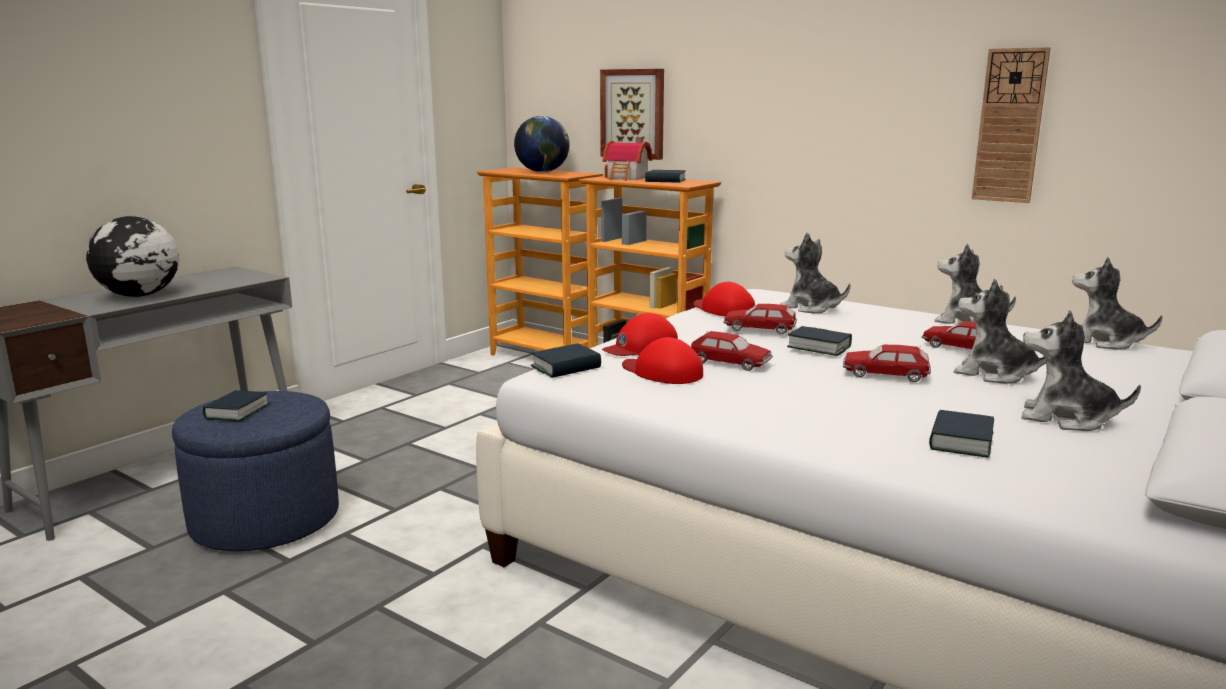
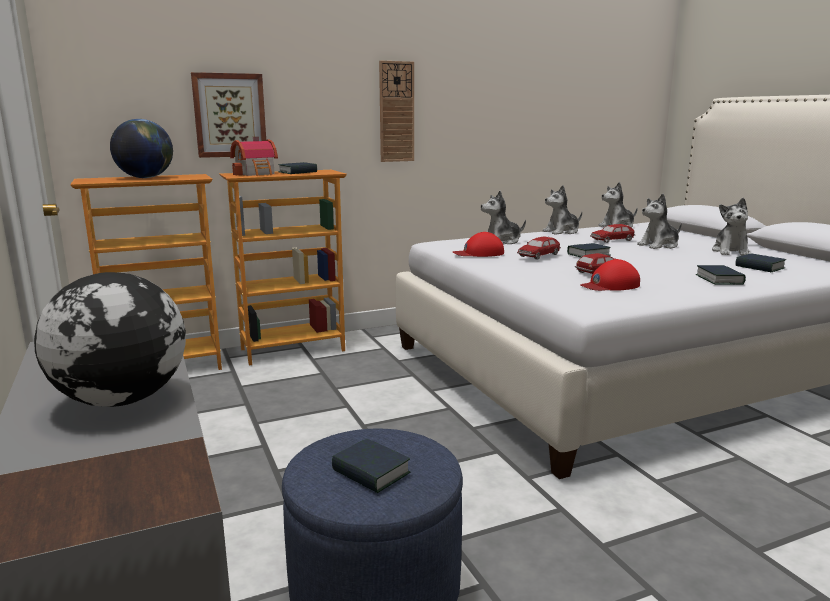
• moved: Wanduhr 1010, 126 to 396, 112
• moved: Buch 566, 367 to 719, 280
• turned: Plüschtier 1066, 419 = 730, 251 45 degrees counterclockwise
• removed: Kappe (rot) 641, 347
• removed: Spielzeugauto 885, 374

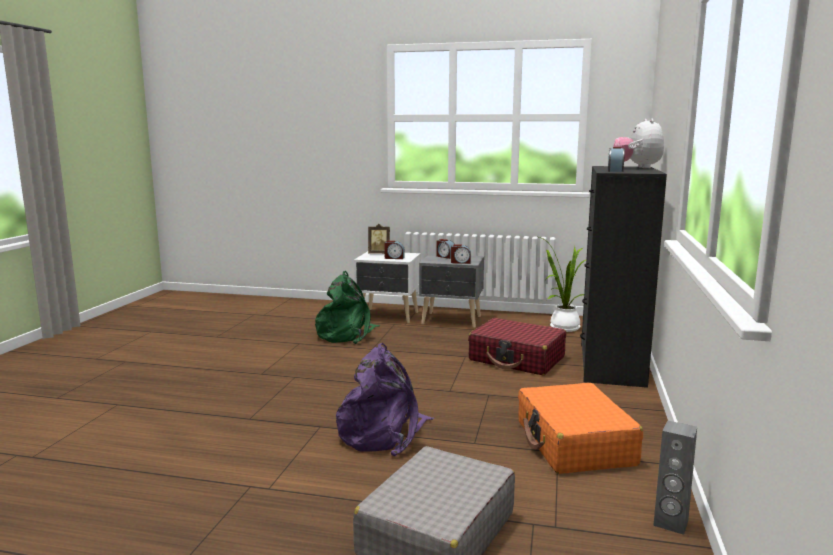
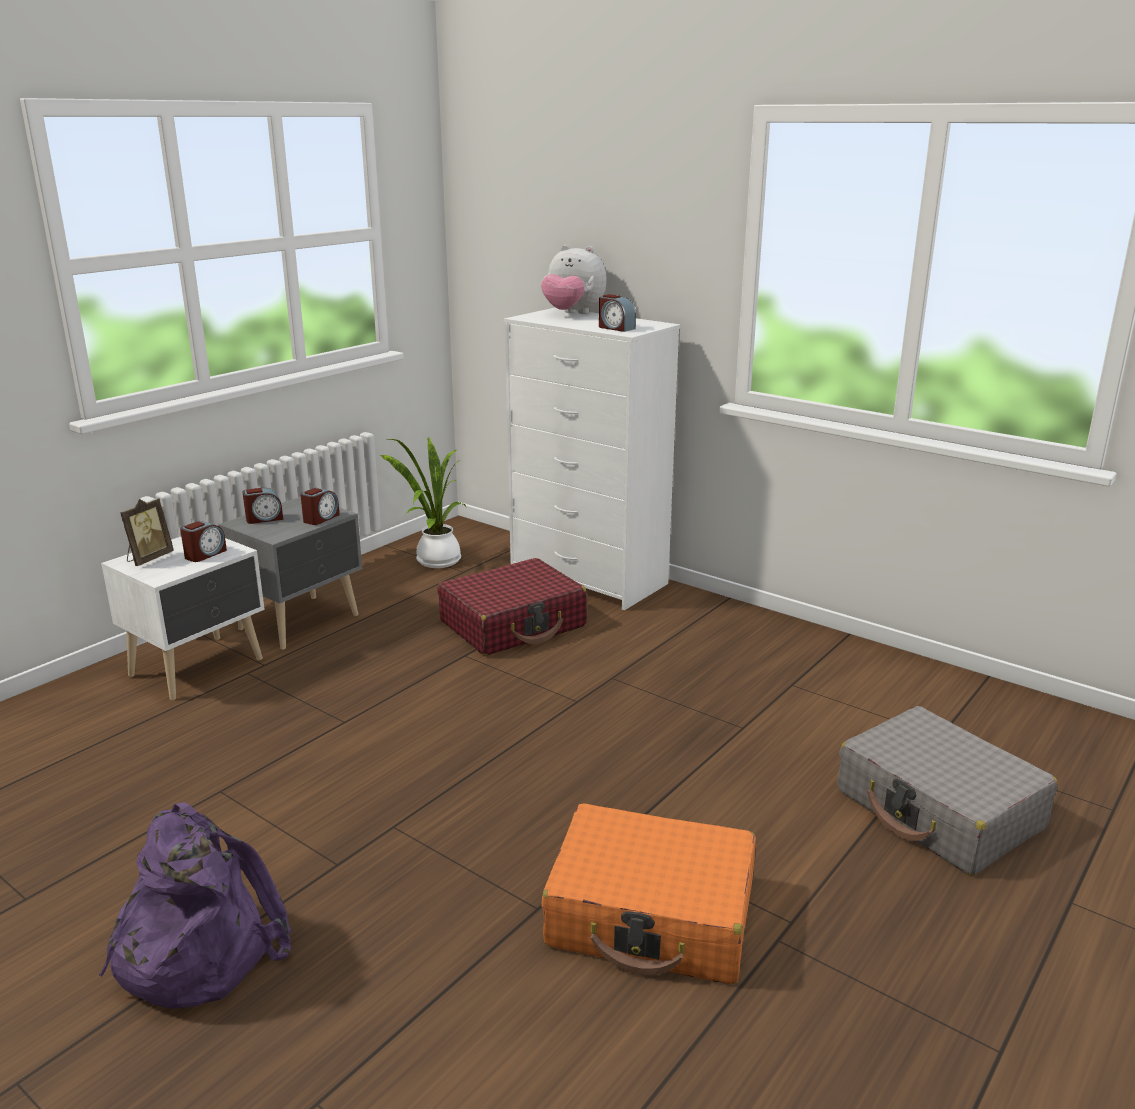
• moved: Rucksack (lila) 383, 433 to 198, 948
• recoloured: Kommode (schwarz) 611, 365 to Kommode (weiß) 589, 578
• moved: Koffer (orange) 574, 443 to 652, 916
• removed: Rucksack (grün) 346, 334
• removed: Lautsprecher (grau) 670, 523

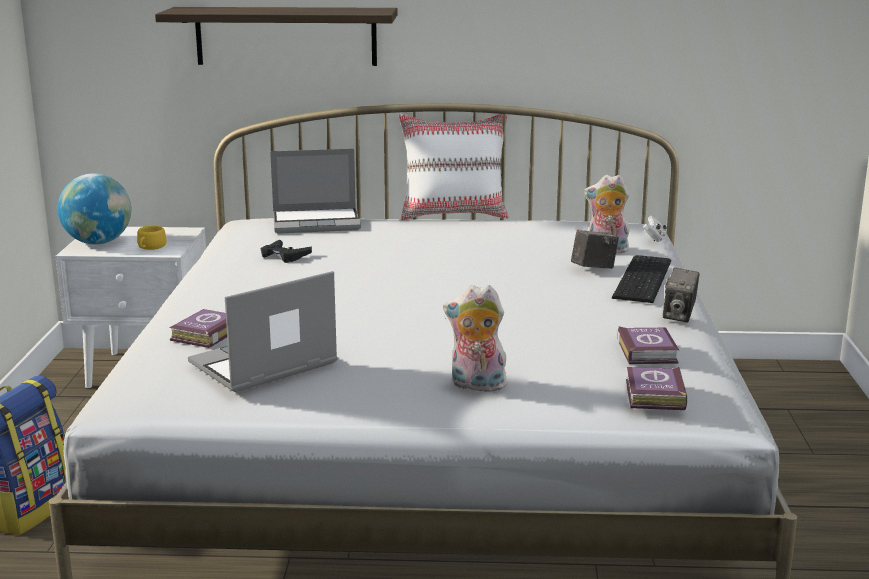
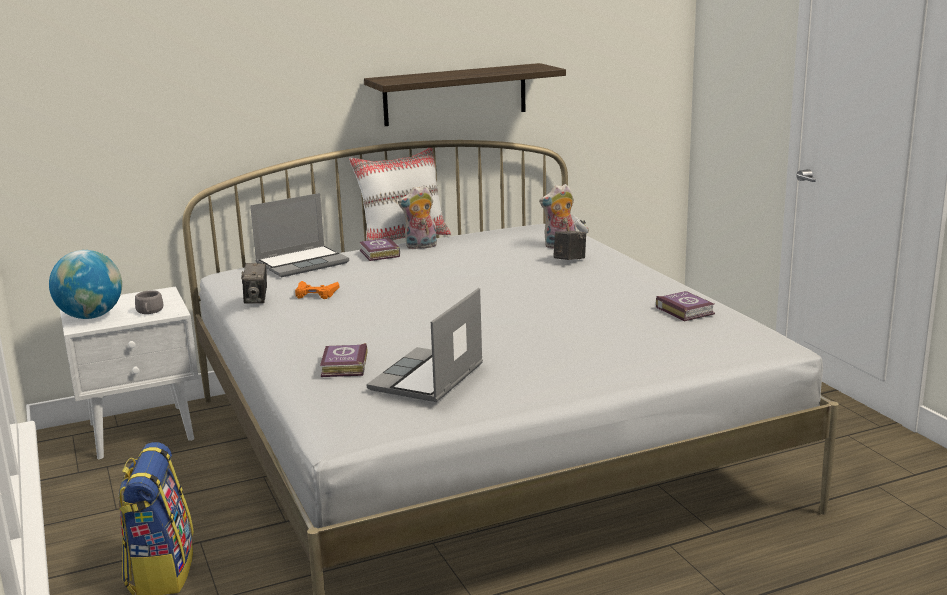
• recoloured: Tasse (gelb) 150, 247 to Tasse (grau) 149, 311
• moved: Kamera 679, 316 to 256, 300
• recoloured: Gamepad (schwarz) 284, 256 to Gamepad (orange) 316, 294
• moved: Buch 653, 395 to 379, 254
• moved: Wandregal 286, 36 to 455, 94
• moved: Plüschtier 476, 386 to 420, 246
• removed: Tastatur 645, 279

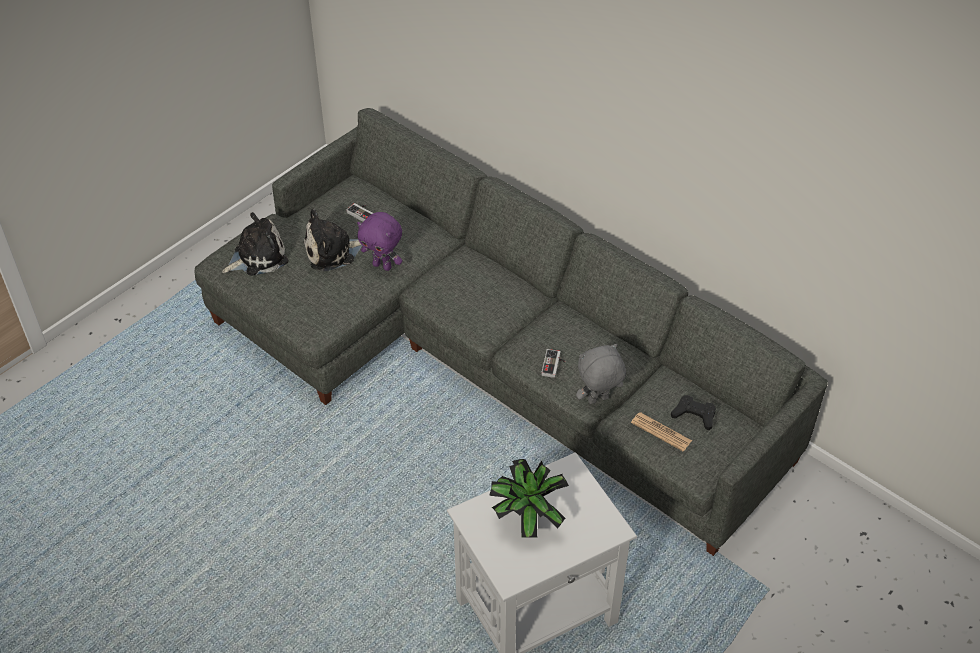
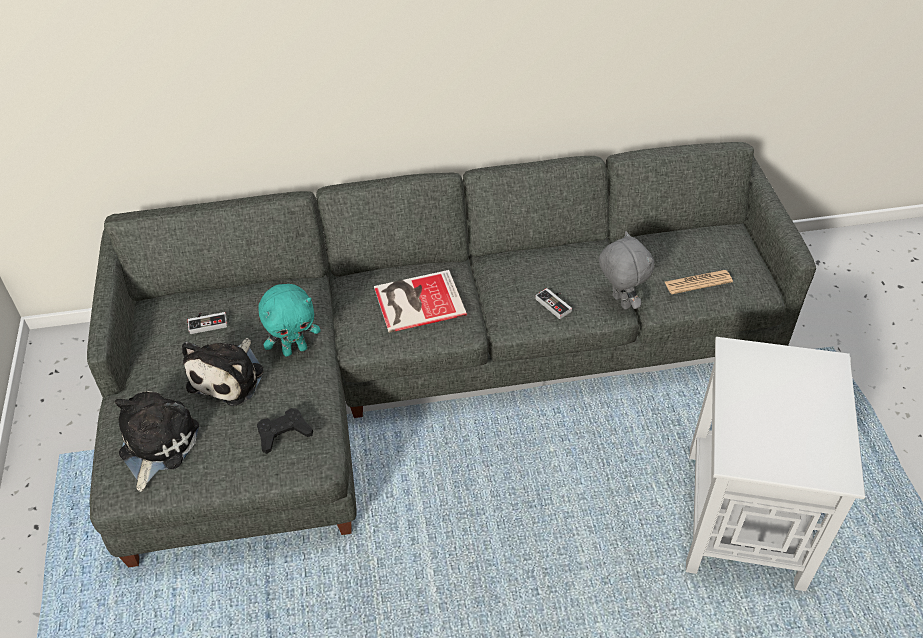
• moved: Gamepad (schwarz) 694, 415 to 283, 433
• recoloured: Plüschtier (lila) 383, 266 to Plüschtier (türkis) 295, 349
• added: Buch 416, 300
• turned: Plüschtier (grau) 598, 400 = 619, 302 135 degrees clockwise
• removed: Topfpflanze 526, 521

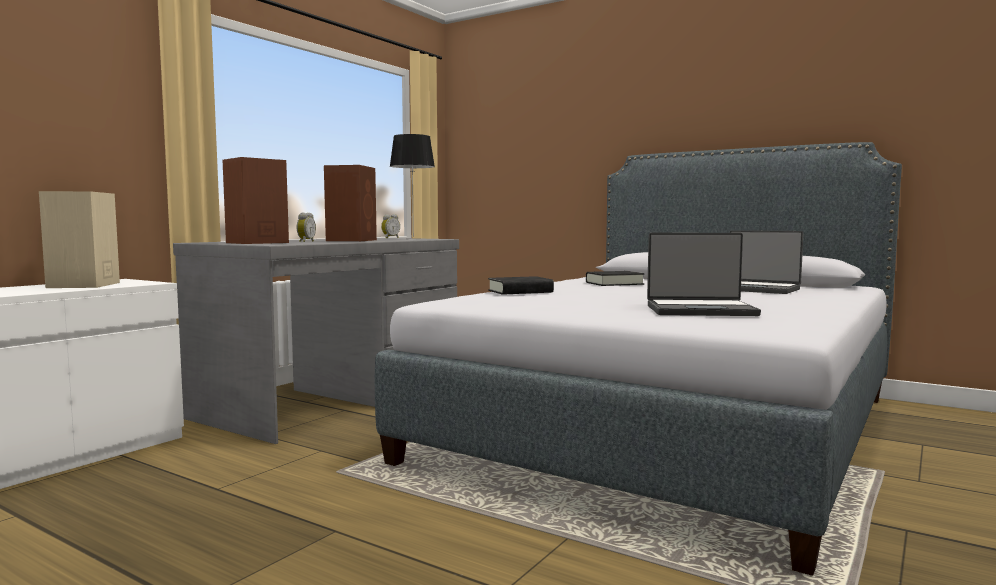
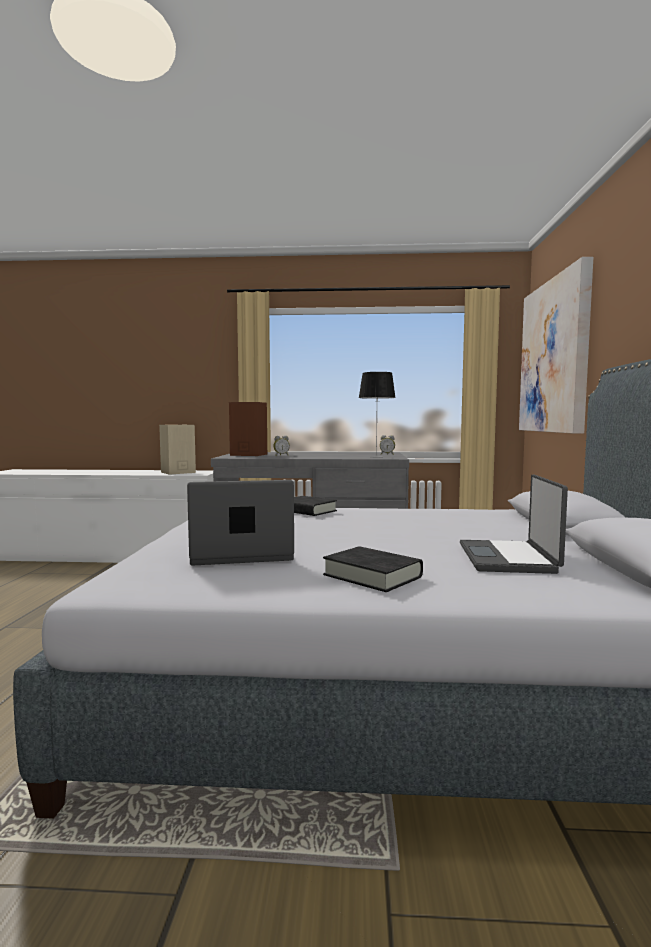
• turned: Laptop 700, 310 = 241, 554 105 degrees clockwise
• moved: Buch (schwarz) 614, 283 to 372, 576
• added: Bild 555, 357
• removed: Lautsprecher (braun) 352, 240

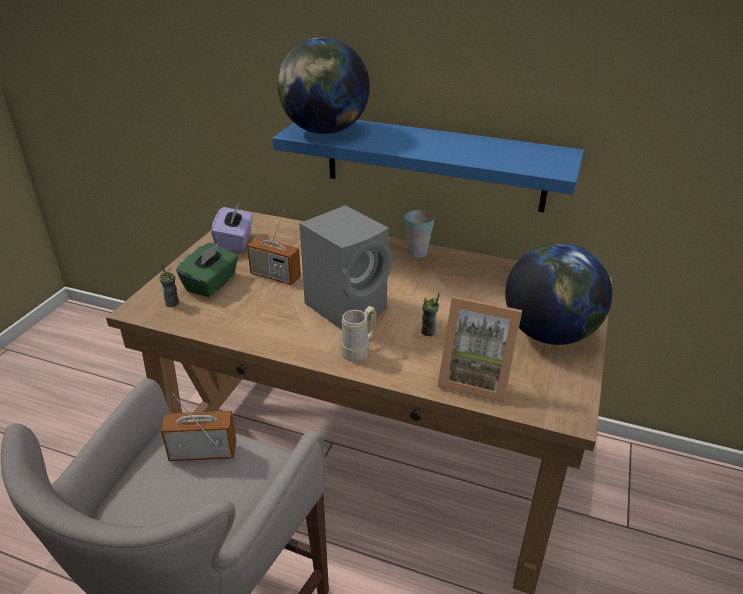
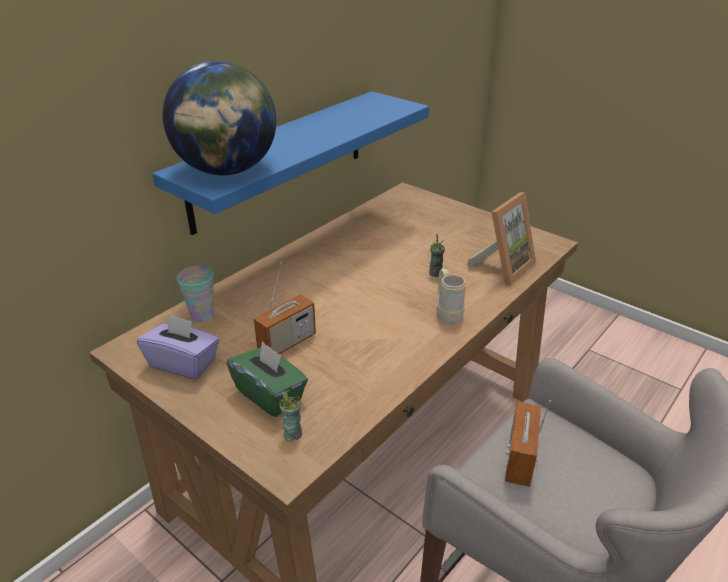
• moved: Tasse 417, 253 to 202, 315
• removed: Lautsprecher (grau) 348, 306
• removed: Globus 549, 333

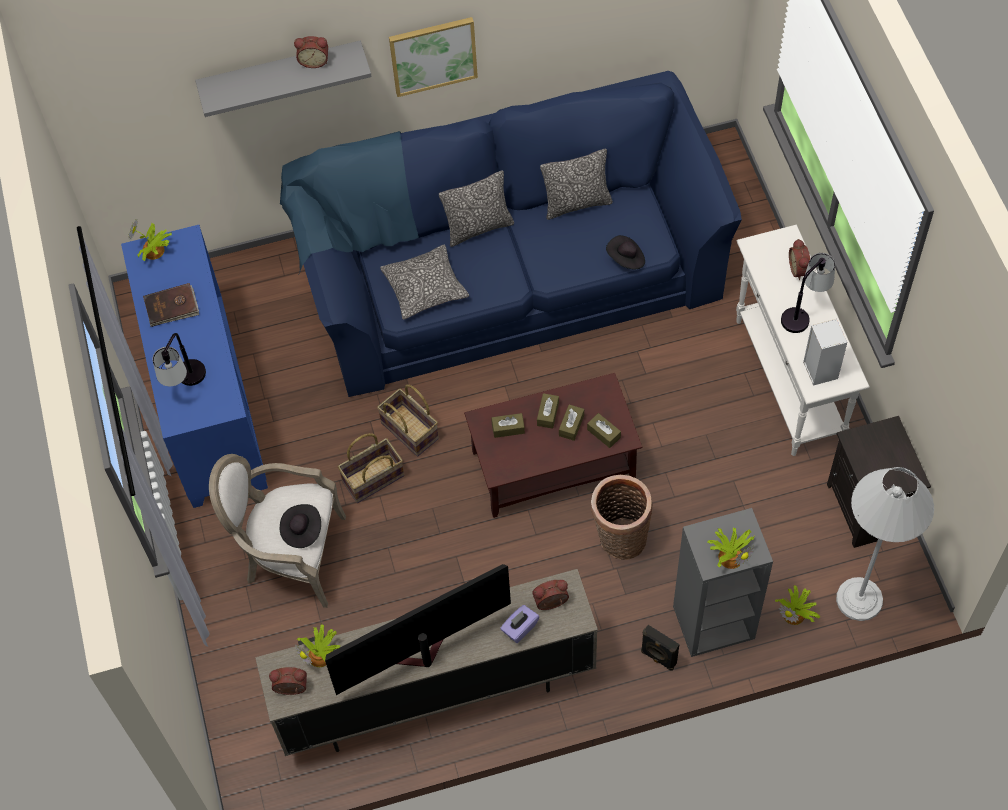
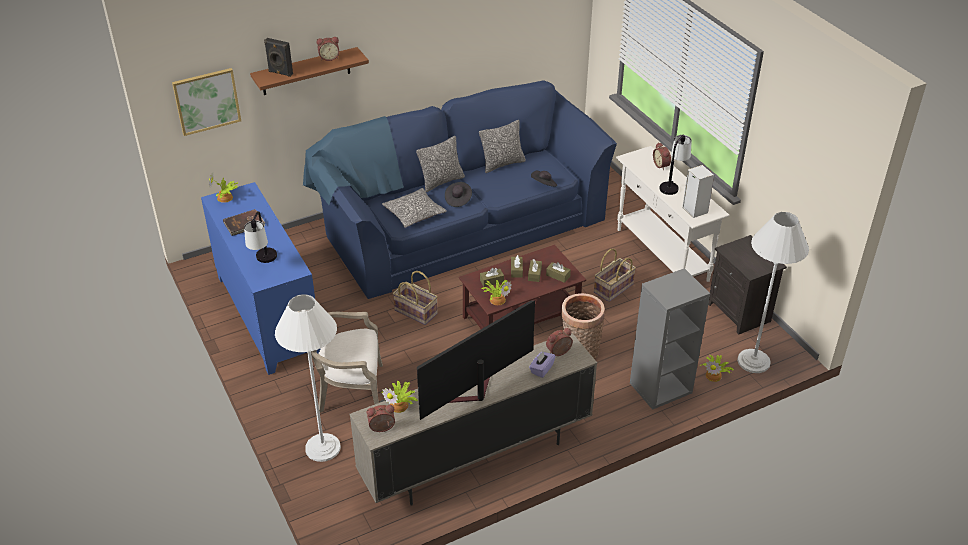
• moved: Bild 433, 55 to 206, 101
• recoloured: Wandregal (grau) 281, 73 to Wandregal (braun) 306, 71
• moved: Lautsprecher (schwarz) 658, 658 to 280, 73
• added: Stehlampe (weiß) 322, 448
• moved: Hut (schwarz) 301, 530 to 458, 199
• moved: Topfpflanze 730, 555 to 497, 299
• moved: Korb 373, 479 to 613, 289

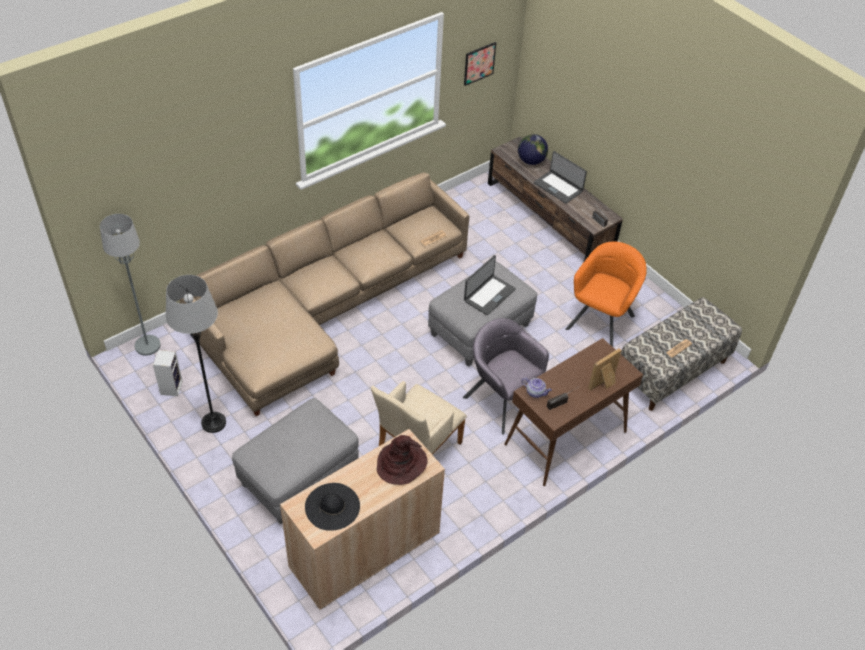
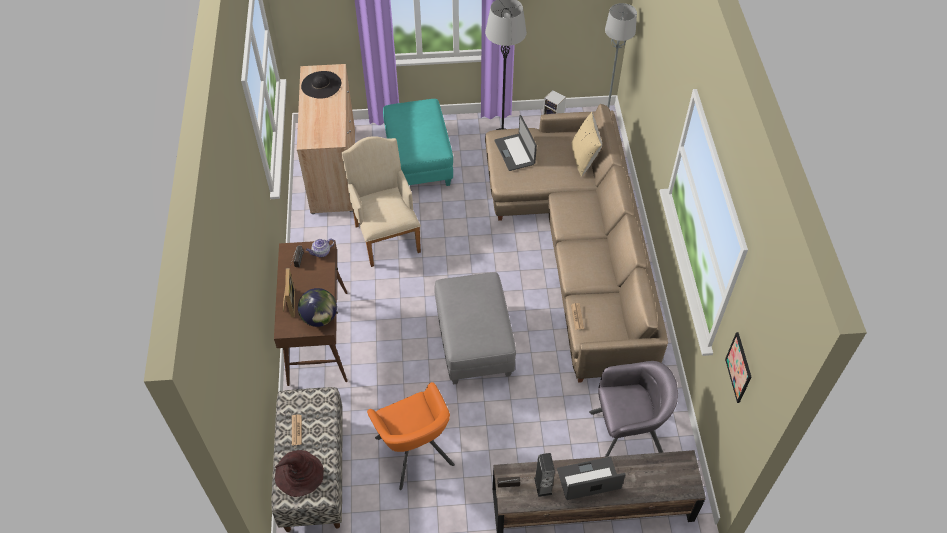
• moved: Hut (braun) 401, 463 to 299, 474
• moved: Globus 531, 161 to 320, 318
• recoloured: Polsterhocker (grau) 299, 476 to Polsterhocker (türkis) 419, 162
• moved: Laptop 489, 295 to 515, 152
• added: Lautsprecher 543, 485
• added: Kissen (beige) 584, 159
• moved: Sessel (grau) 502, 400 to 627, 433

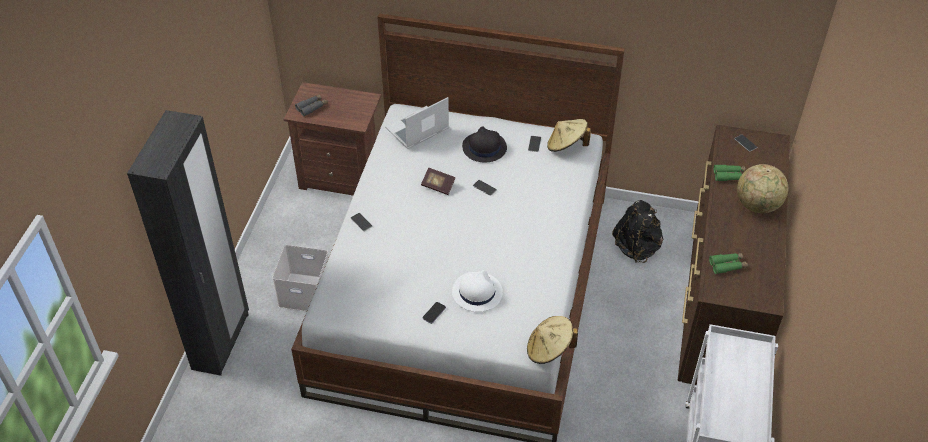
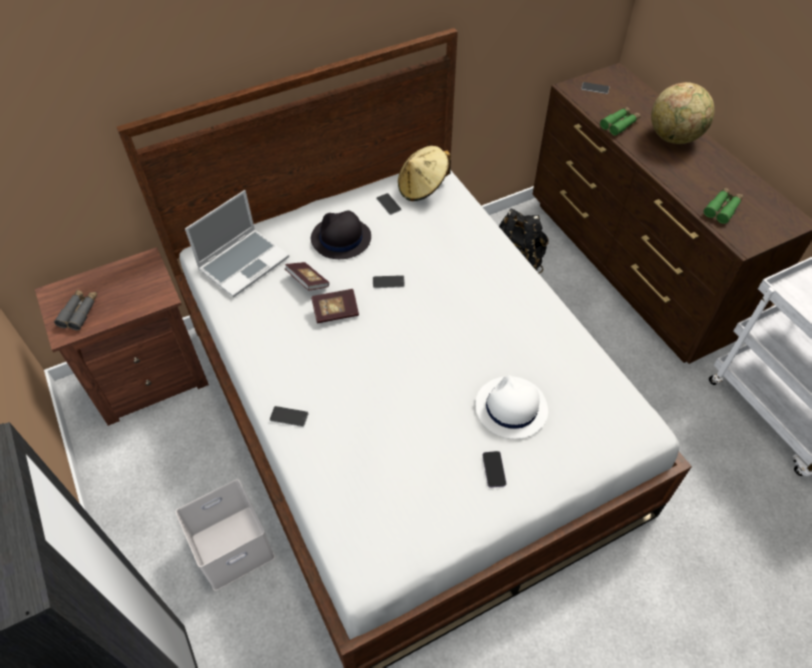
• turned: Laptop 417, 130 = 244, 263 150 degrees counterclockwise
• added: Buch 307, 282
• removed: Hut (beige) 549, 350

